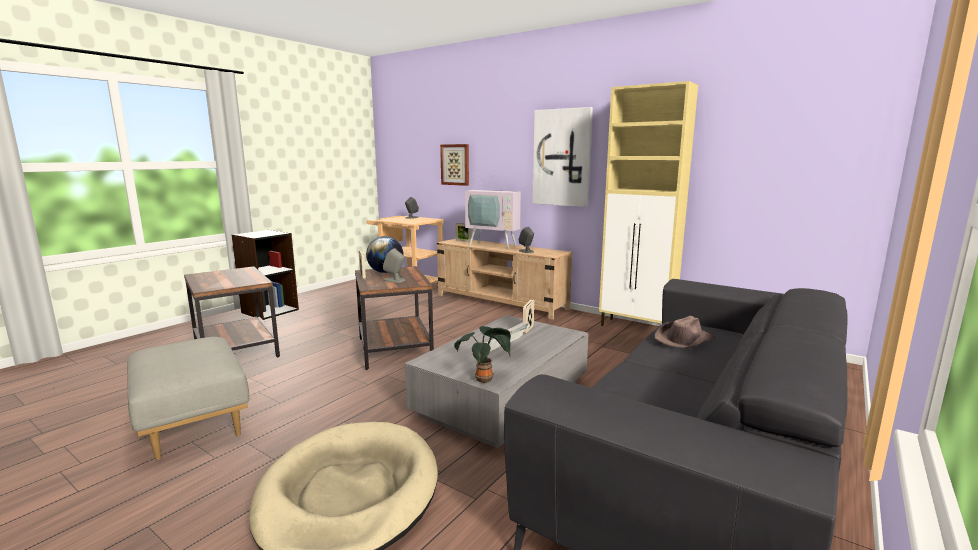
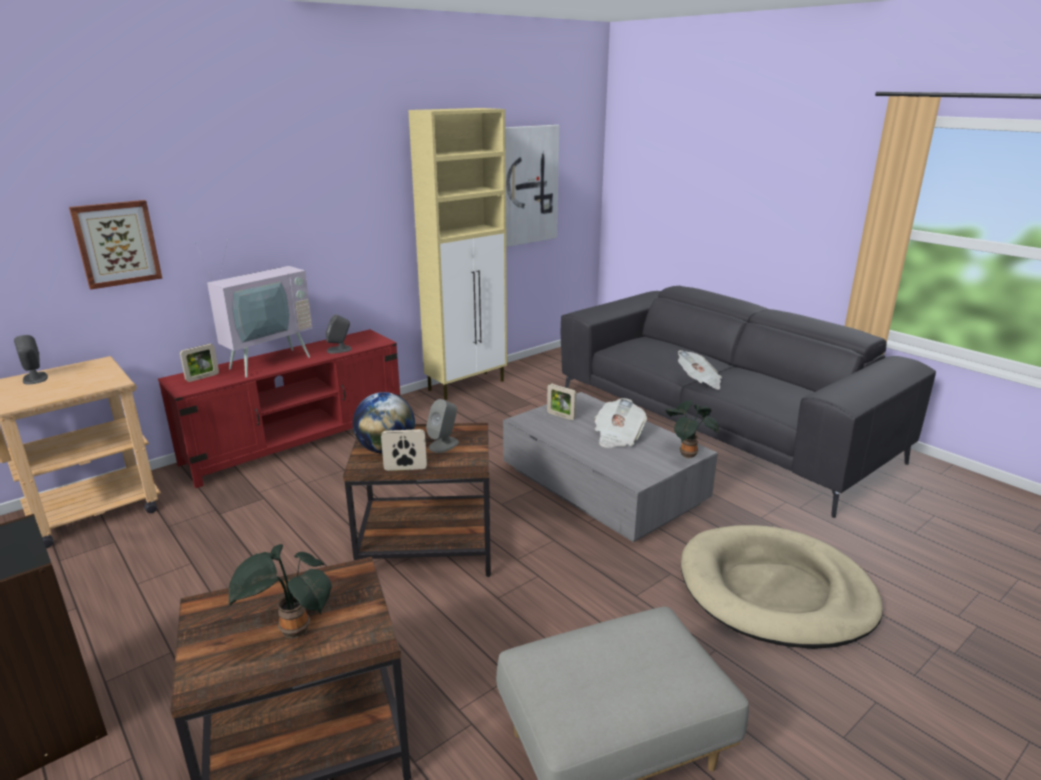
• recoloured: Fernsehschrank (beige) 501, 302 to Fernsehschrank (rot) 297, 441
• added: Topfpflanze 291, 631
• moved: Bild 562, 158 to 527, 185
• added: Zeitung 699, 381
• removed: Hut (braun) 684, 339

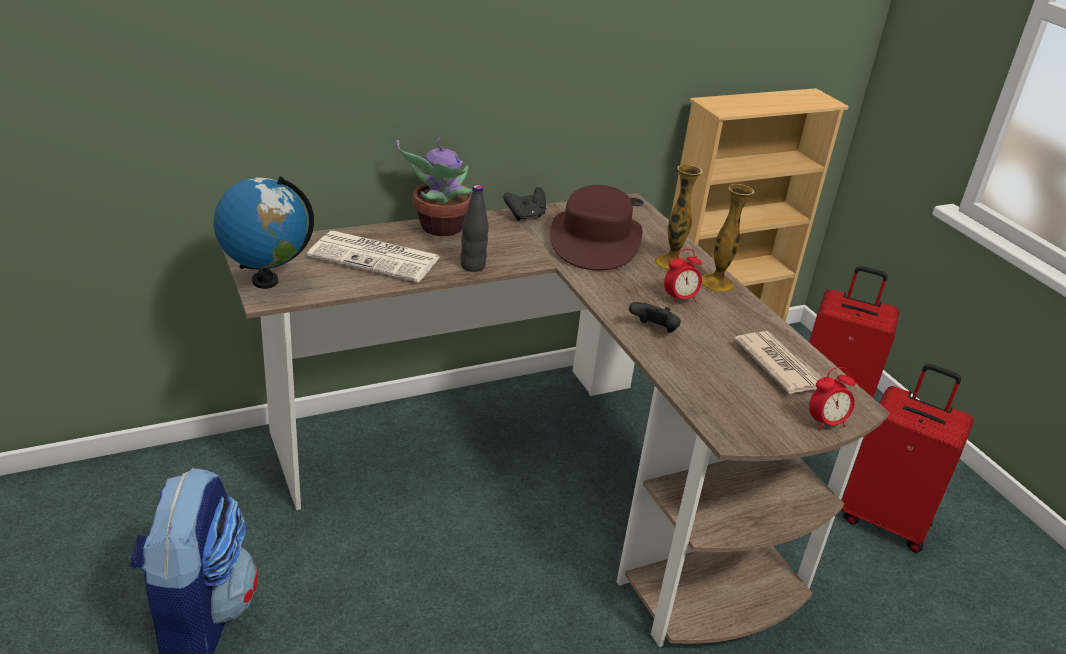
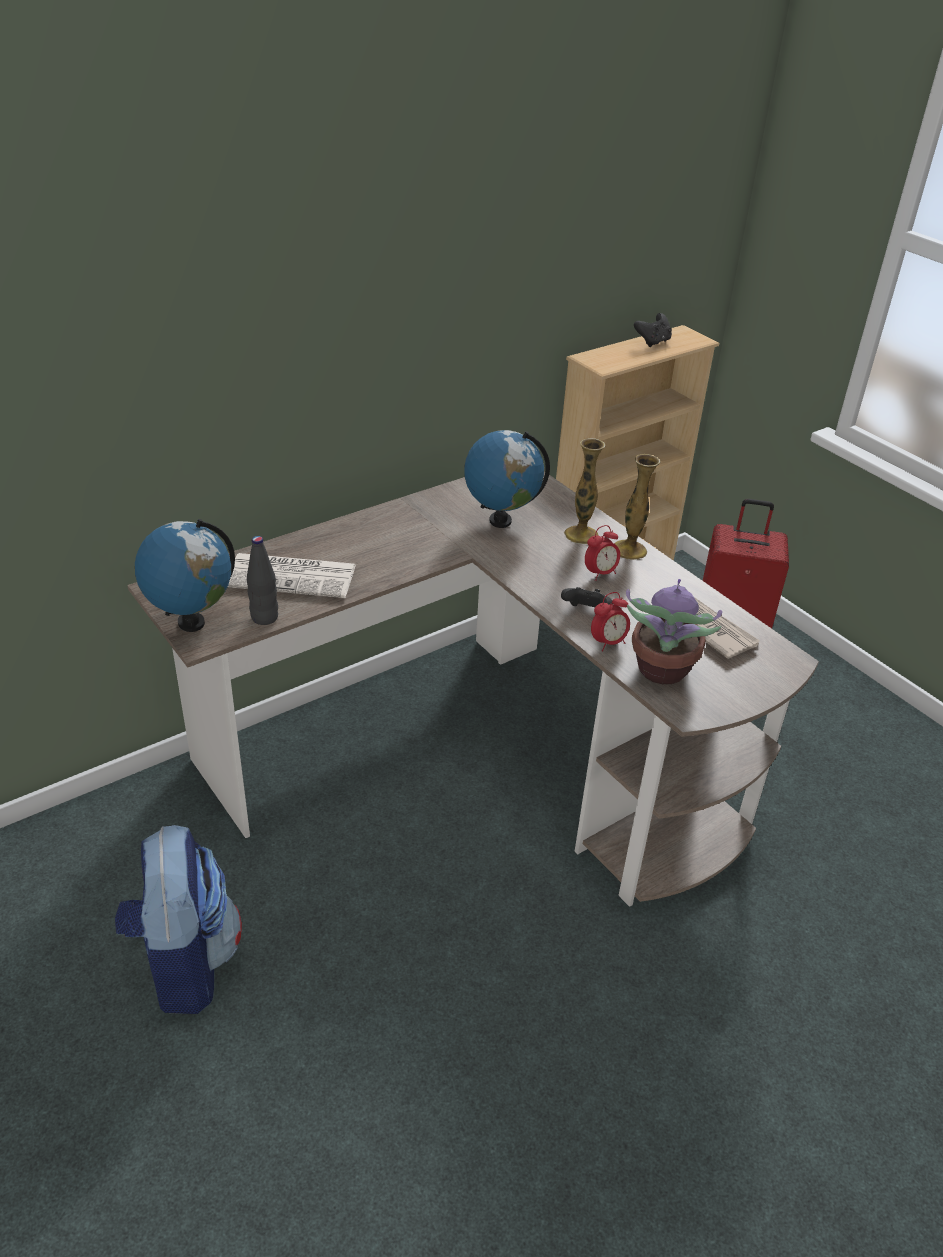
• moved: Flasche (schwarz) 472, 266 to 264, 618
• replaced: Hut (braun) 595, 240 to Globus 500, 520
• moved: Wecker 826, 423 to 608, 643
• moved: Topfpflanze 440, 228 to 661, 671
• moved: Gamepad (schwarz) 526, 216 to 652, 342
• removed: Koffer (rot) 885, 520

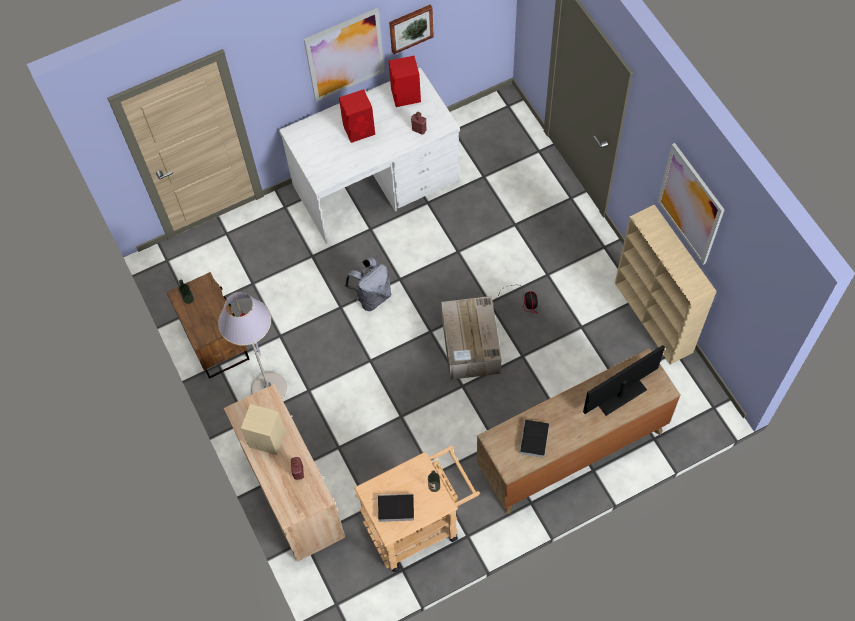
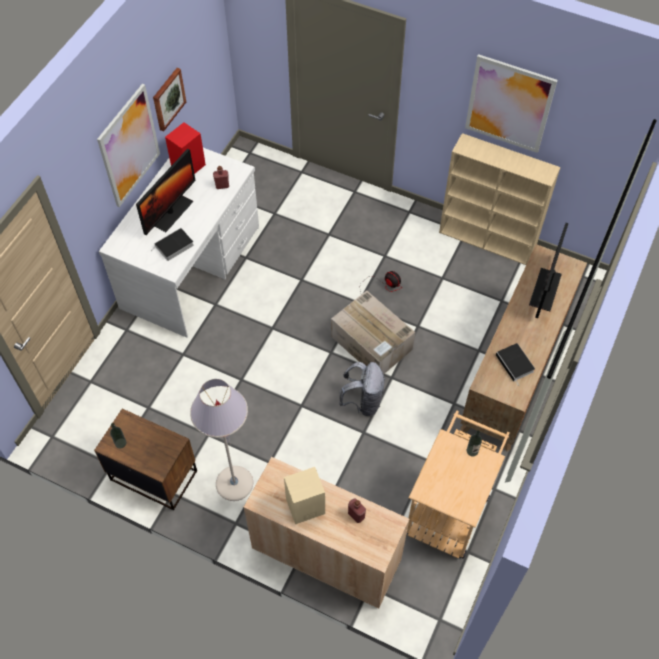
• replaced: Lautsprecher (rot) 359, 129 to Monitor 171, 212
• moved: Buch 394, 509 to 173, 246
• moved: Rucksack (grau) 372, 296 to 363, 401

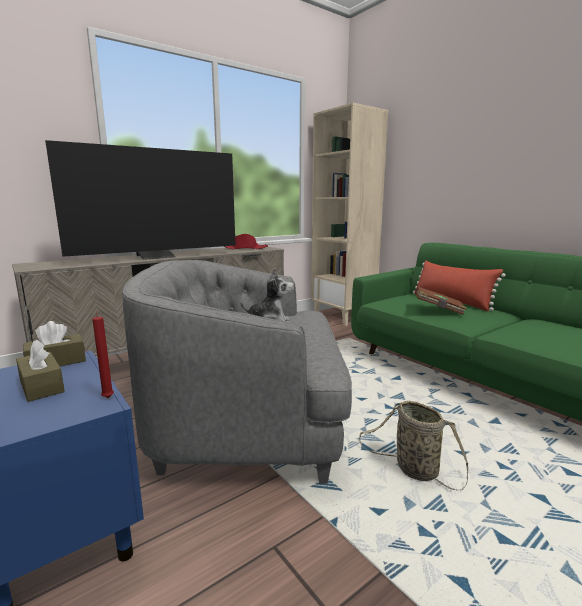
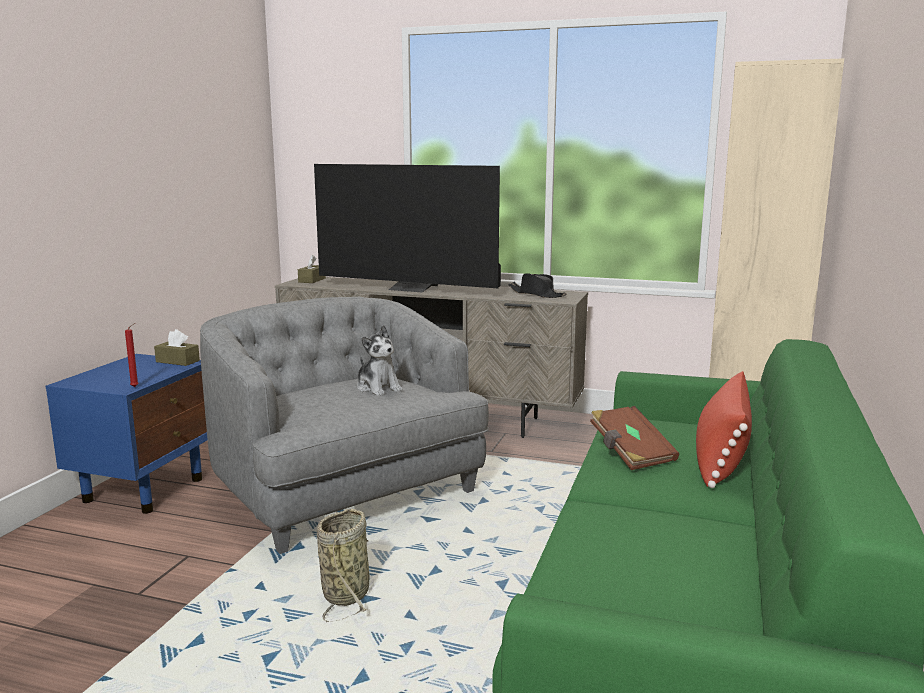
• moved: Taschentuchbox (braun) 41, 386 to 312, 280
• recoloured: Hut (rot) 244, 248 to Hut (schwarz) 537, 294

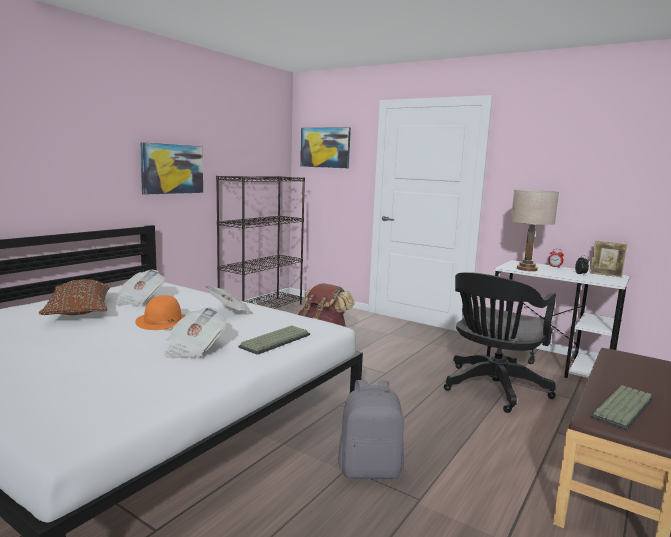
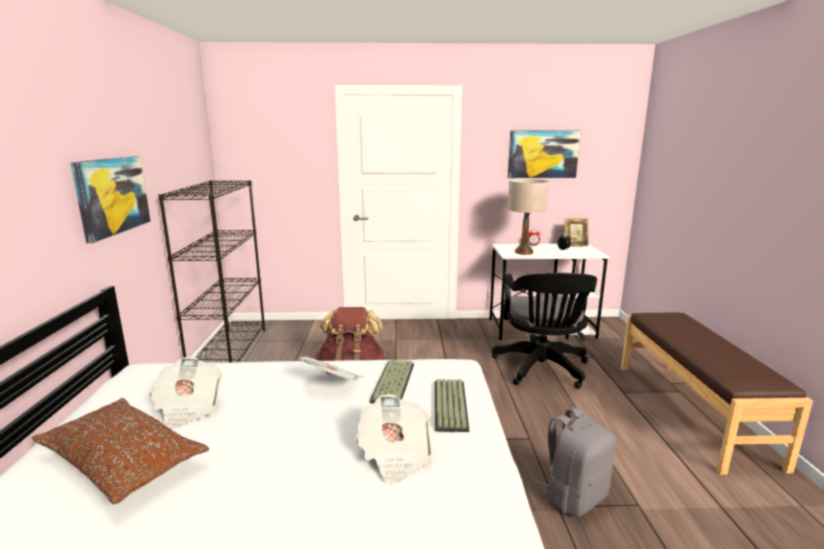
• moved: Tastatur 624, 409 to 394, 383
• moved: Bild 325, 147 to 543, 154
• removed: Hut (orange) 163, 321

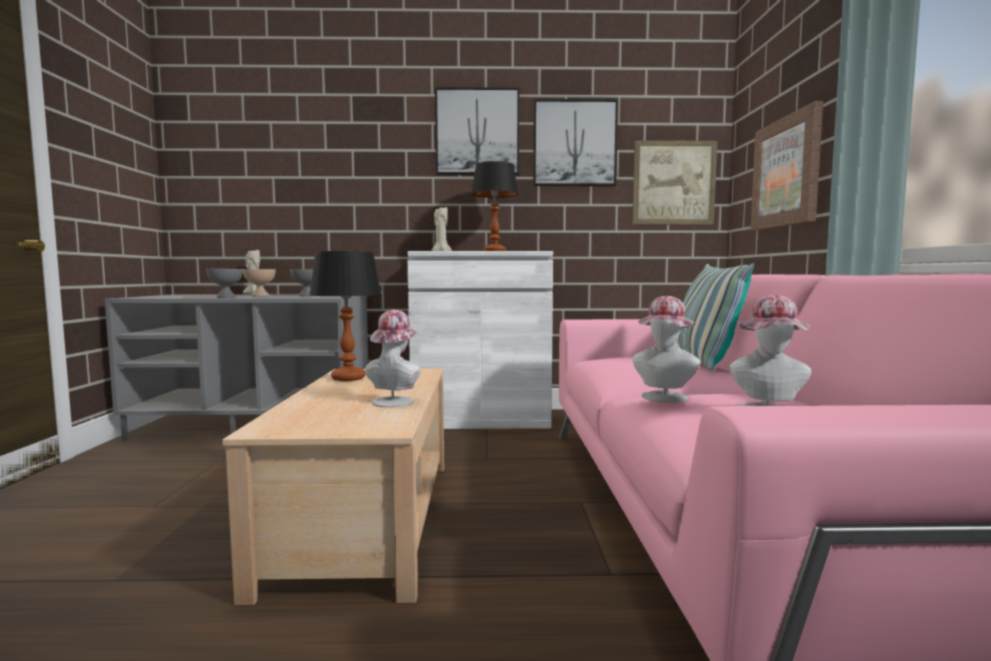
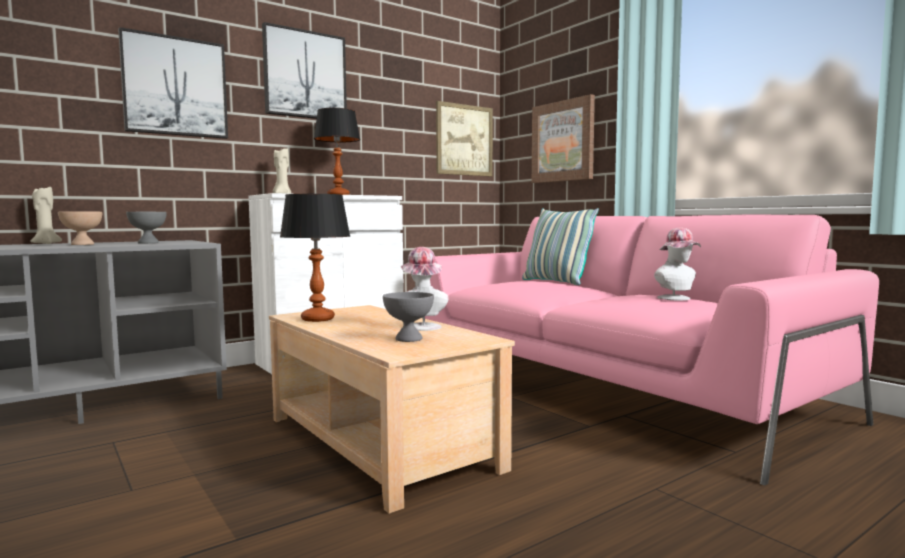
• moved: Bild 574, 144 to 175, 86
• moved: Schüssel (grau) 226, 297 to 408, 338
• removed: Hut 663, 398

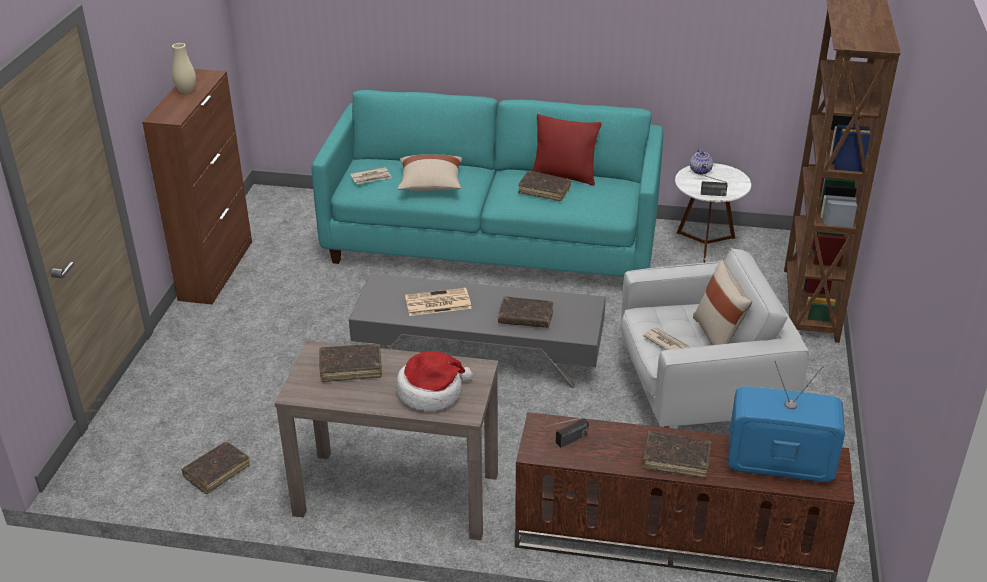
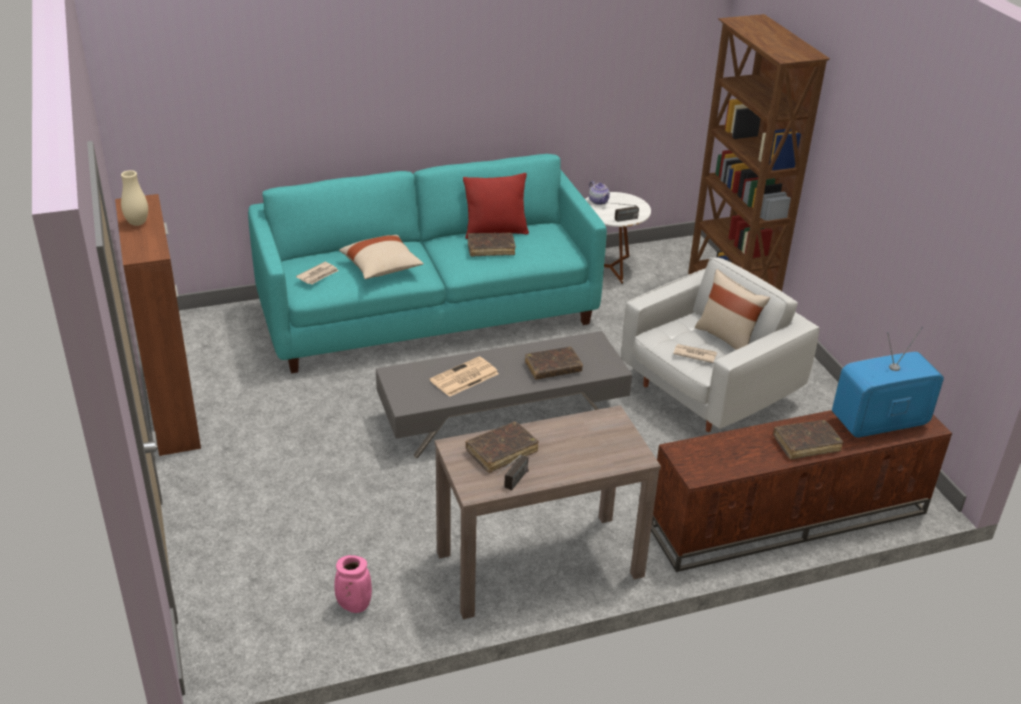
• replaced: Buch (braun) 217, 472 to Vase (rosa) 353, 606
• moved: Radio 565, 443 to 512, 484
• removed: Hut 431, 392

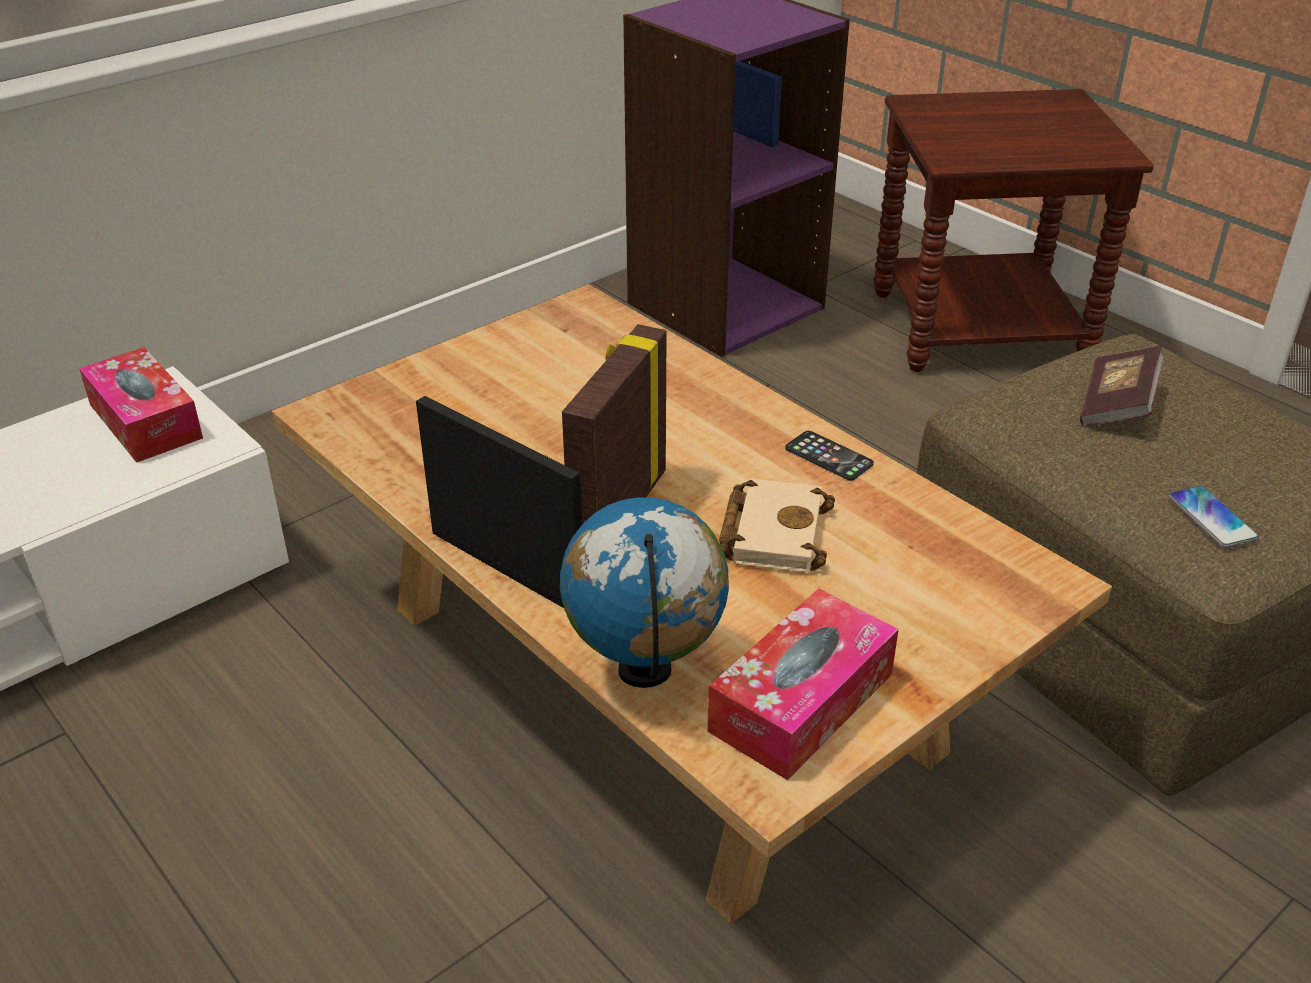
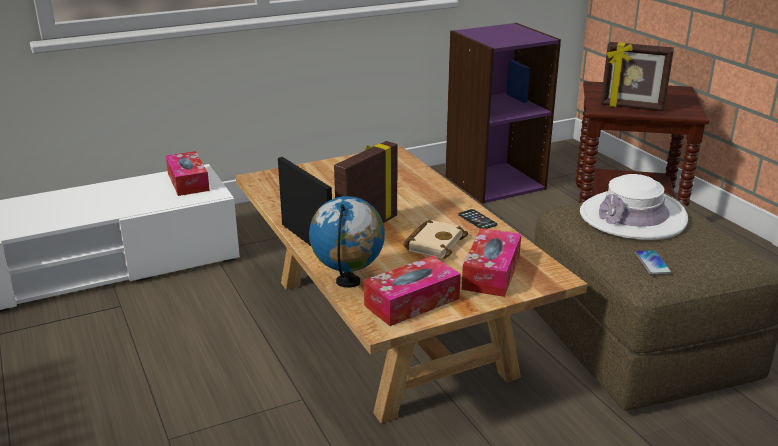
• added: Taschentuchbox 491, 273
• replaced: Buch 1117, 406 to Hut (weiß) 632, 216
• added: Bilderrahmen 631, 107

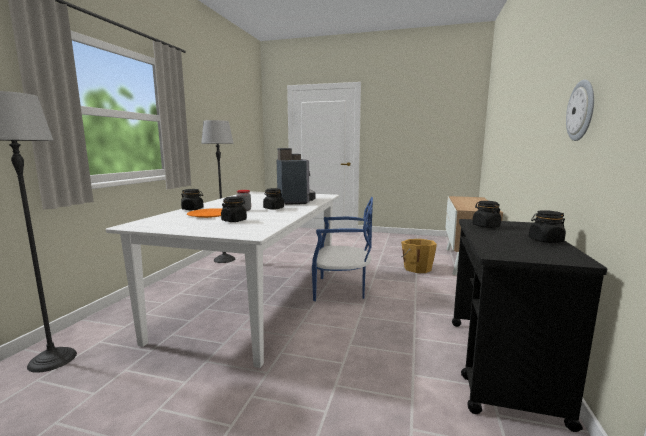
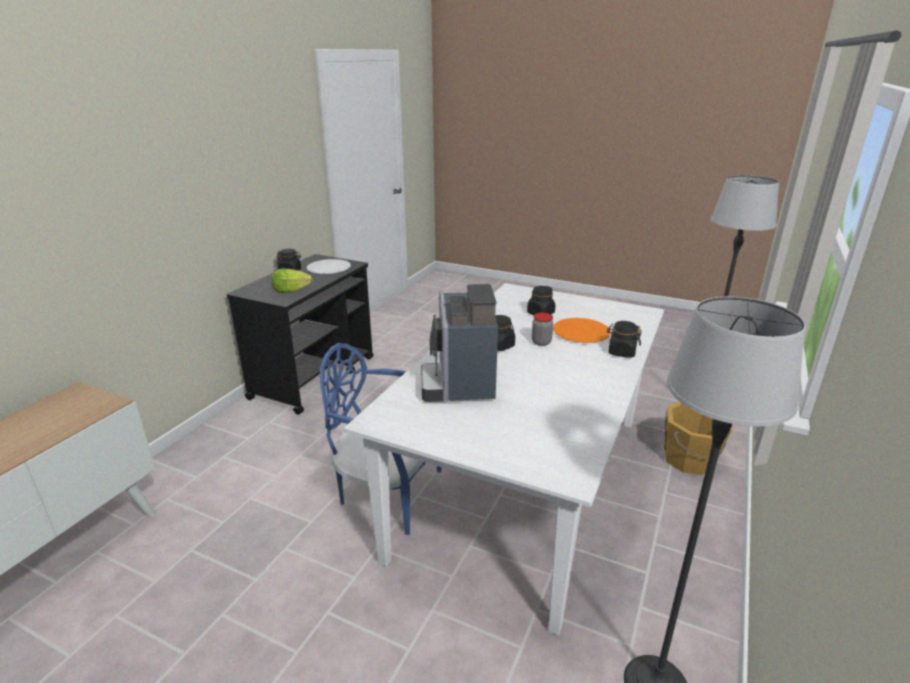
• replaced: Vorratsglas (schwarz) 485, 226 to Salatkopf 291, 291
• added: Teller (weiß) 329, 268
• moved: Eimer (orange) 417, 268 to 689, 459
• removed: Wanduhr 581, 110

